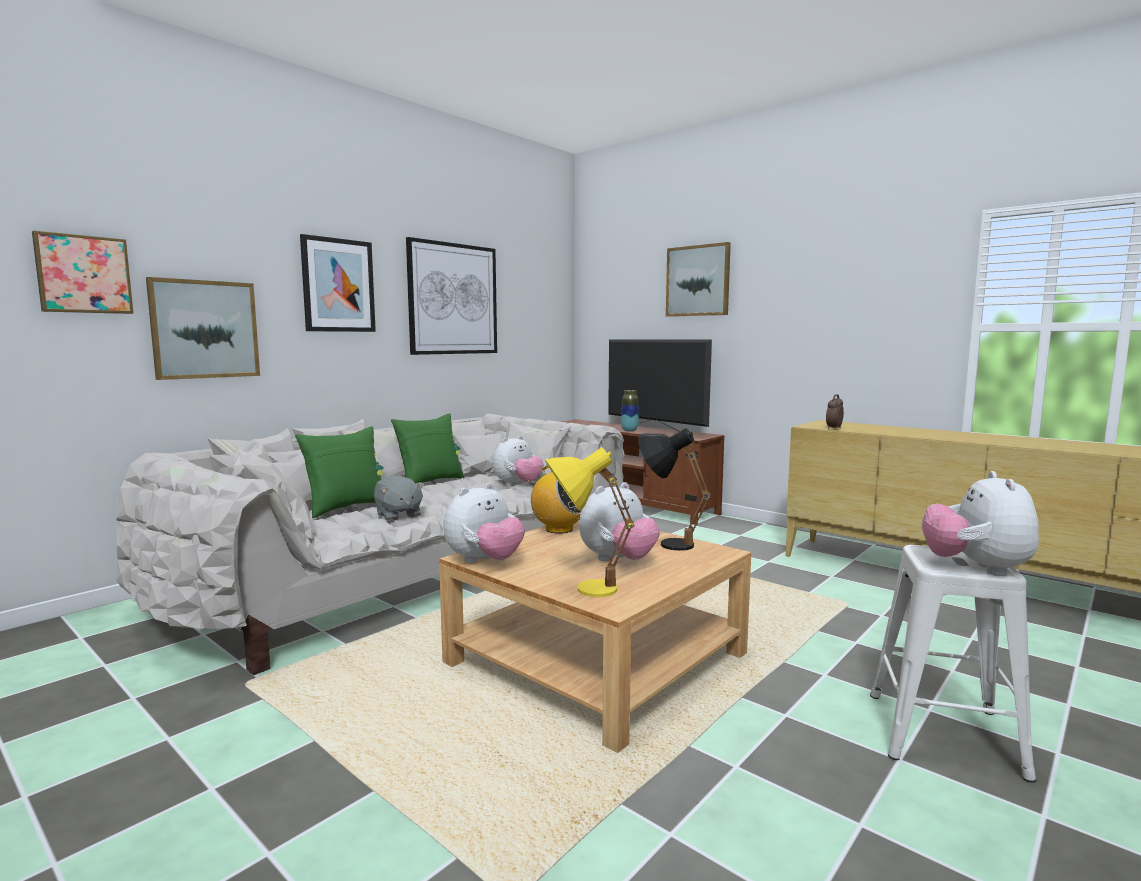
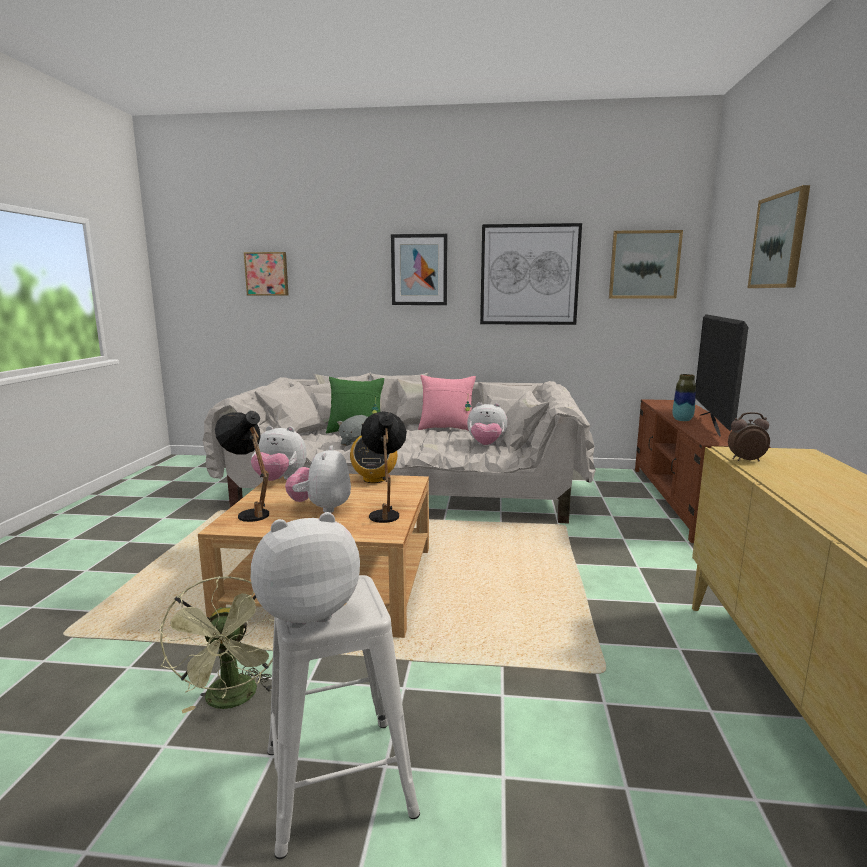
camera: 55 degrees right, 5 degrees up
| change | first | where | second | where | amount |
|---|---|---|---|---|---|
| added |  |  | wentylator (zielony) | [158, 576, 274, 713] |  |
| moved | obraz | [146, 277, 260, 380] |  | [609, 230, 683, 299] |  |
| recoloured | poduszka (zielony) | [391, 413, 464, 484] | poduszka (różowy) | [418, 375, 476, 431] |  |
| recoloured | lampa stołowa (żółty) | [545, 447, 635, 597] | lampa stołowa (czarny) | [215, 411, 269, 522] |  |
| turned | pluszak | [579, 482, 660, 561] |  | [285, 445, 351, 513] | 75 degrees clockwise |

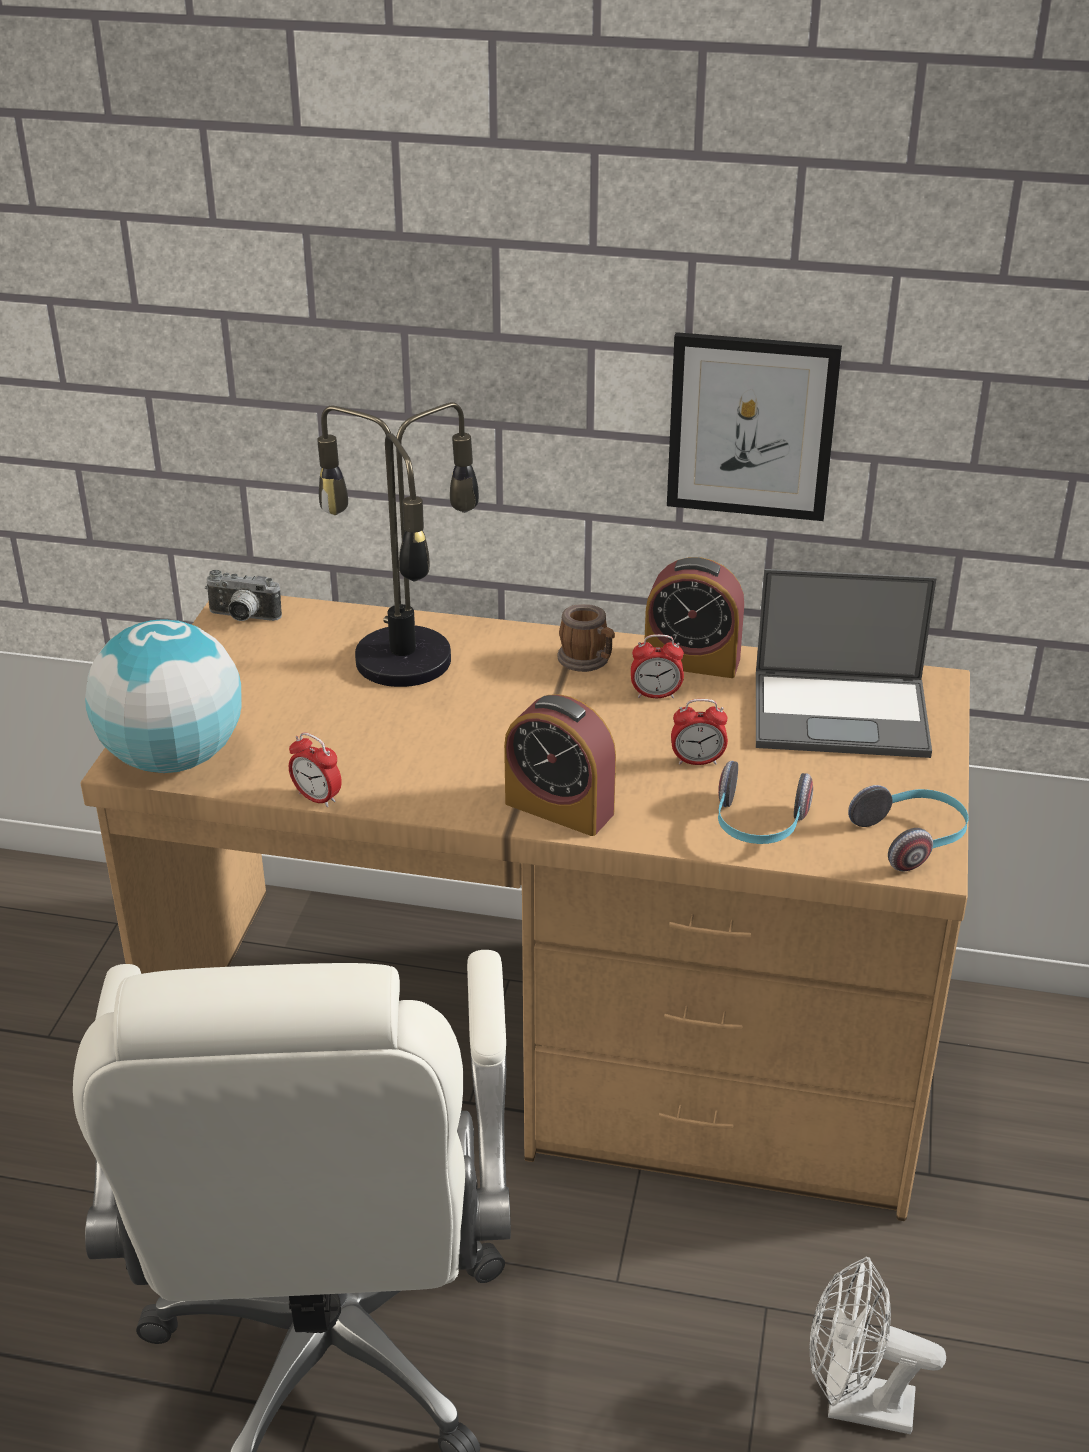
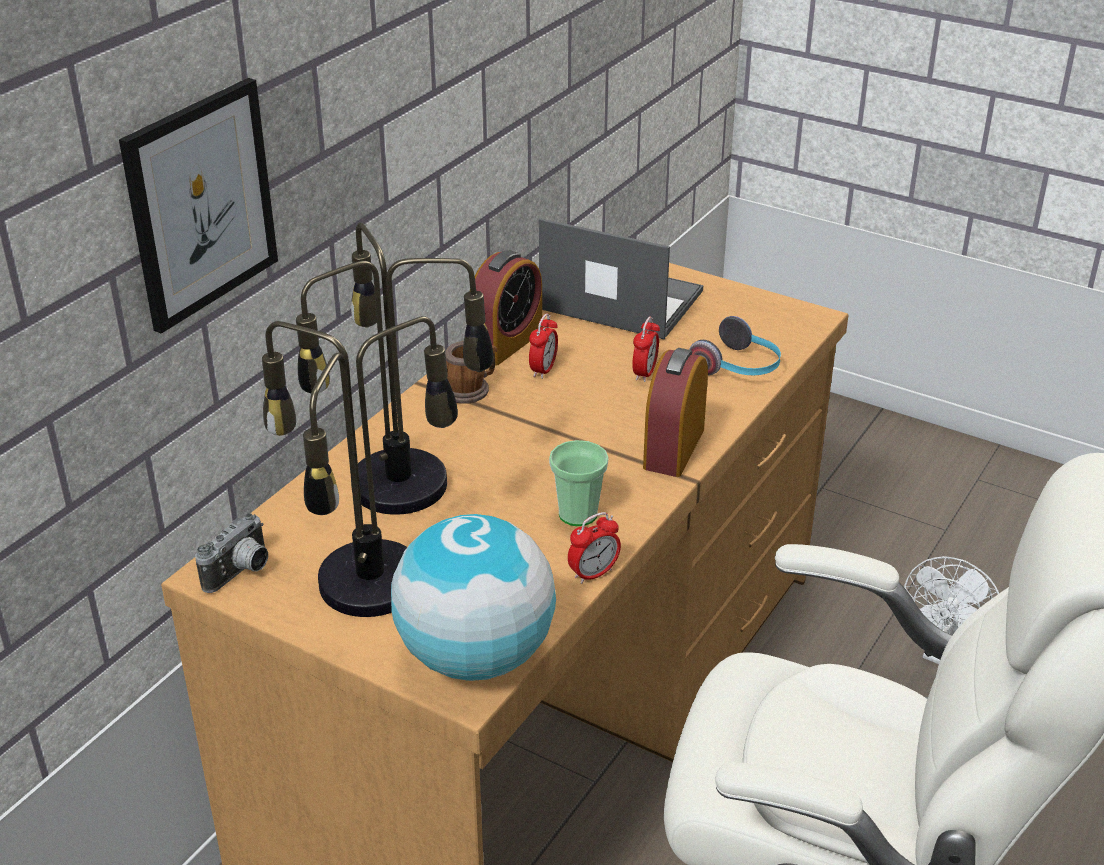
camera: 70 degrees left, 0 degrees up
| change | first | where | second | where | amount |
|---|---|---|---|---|---|
| removed | słuchawki | [848, 785, 968, 871] |  |  |  |
| added |  |  | lampa stołowa | [262, 316, 458, 617] |  |
| added |  |  | filiżanka | [549, 440, 609, 526] |  |
| moved | obraz | [667, 332, 842, 521] |  | [119, 78, 278, 334] |  |
| turned | budzik | [504, 694, 616, 836] |  | [643, 348, 708, 477] | 150 degrees clockwise |
| turned | laptop | [756, 569, 937, 758] |  | [539, 218, 703, 339] | 90 degrees counterclockwise |

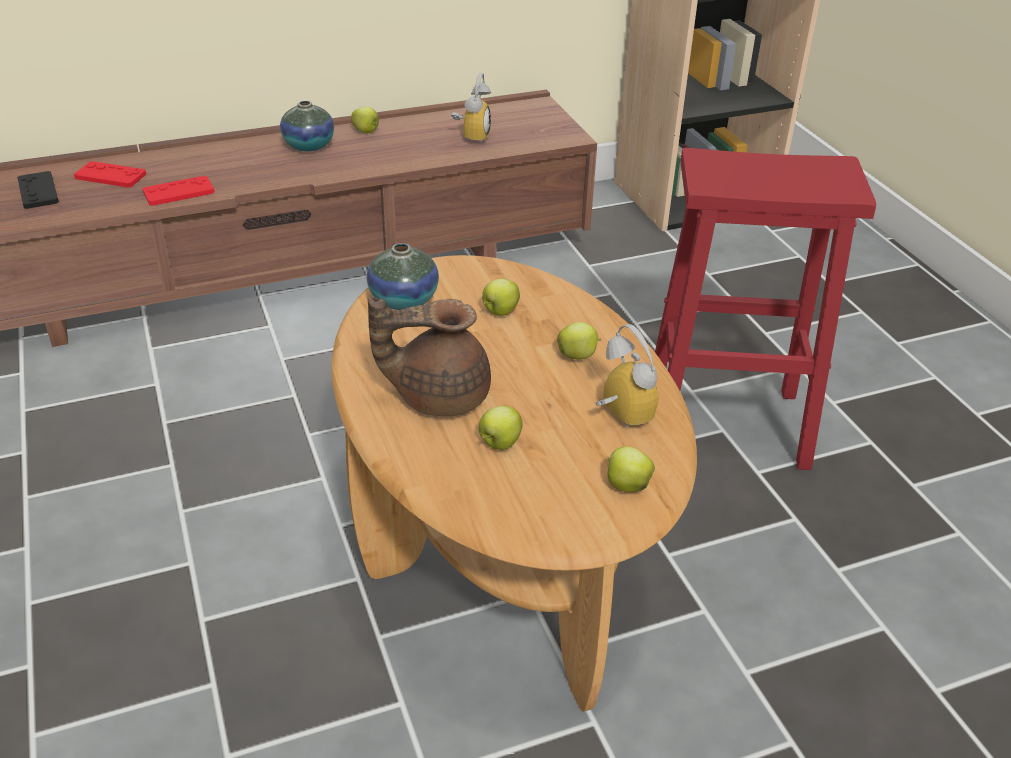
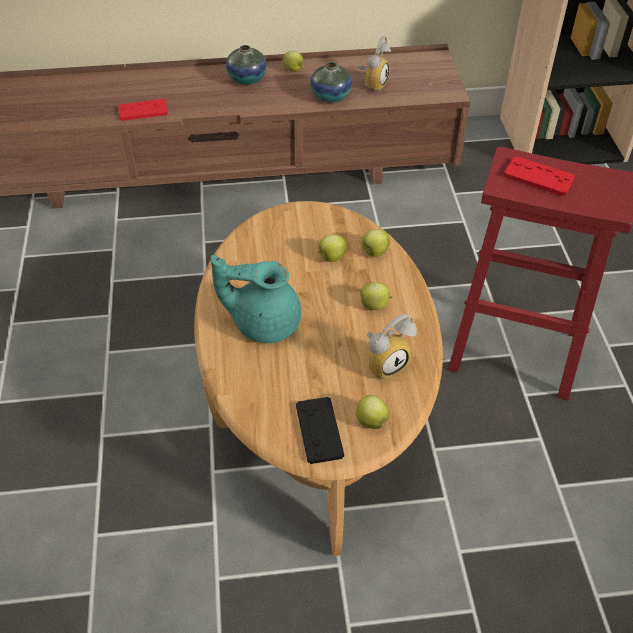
camera: 15 degrees right, 10 degrees up
| change | first | where | second | where | amount |
|---|---|---|---|---|---|
| moved | pad do gier (czarny) | [17, 171, 59, 209] |  | [296, 397, 344, 464] |  |
| moved | pad do gier (czerwony) | [74, 161, 146, 188] |  | [504, 156, 575, 196] |  |
| moved | wazon | [367, 243, 439, 310] |  | [311, 62, 352, 103] |  |
| moved | jabłko | [479, 406, 523, 450] |  | [362, 229, 390, 257] |  |
| recoloured | imbryk (brązowy) | [368, 296, 491, 416] | imbryk (turkusowy) | [211, 255, 301, 343] |  |
| turned | budzik | [596, 324, 658, 428] |  | [366, 314, 417, 380] | 75 degrees clockwise |

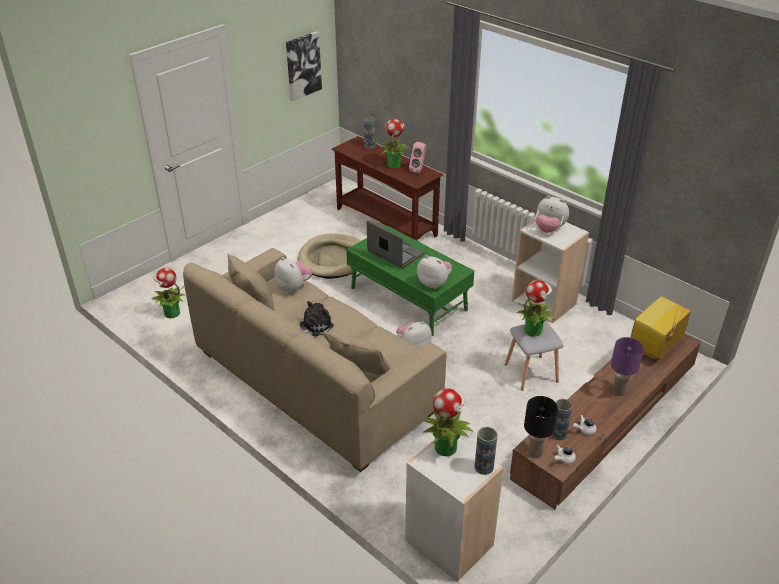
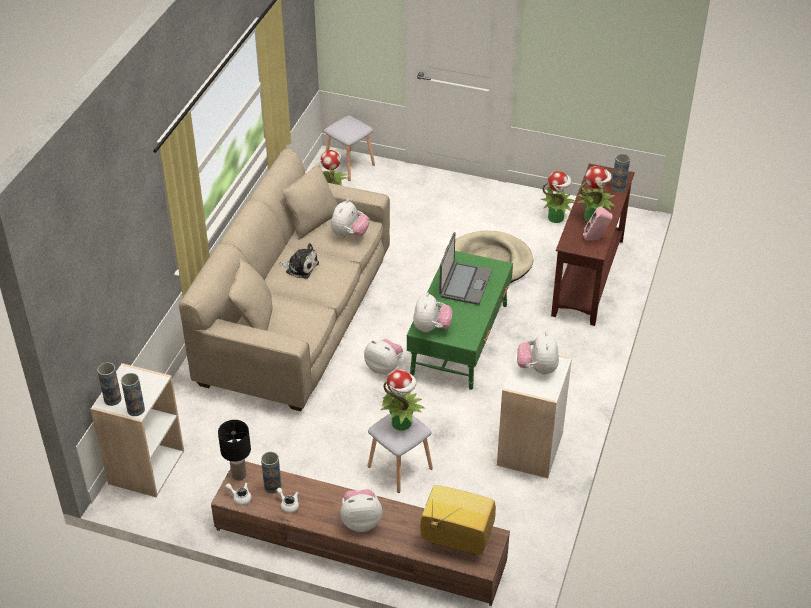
camera: 65 degrees right, 5 degrees up
| change | first | where | second | where | amount |
|---|---|---|---|---|---|
| removed | obraz | [286, 31, 322, 101] |  |  |  |
| added |  |  | wazon | [97, 362, 122, 406] |  |
| added |  |  | stołek (szary) | [324, 116, 375, 181] |  |
| moved | roślina doniczkowa | [423, 388, 474, 456] |  | [540, 171, 575, 223] |  |
| replaced | lampa stołowa (fioletowy) | [611, 337, 644, 396] | pluszak | [340, 489, 382, 532] |  |

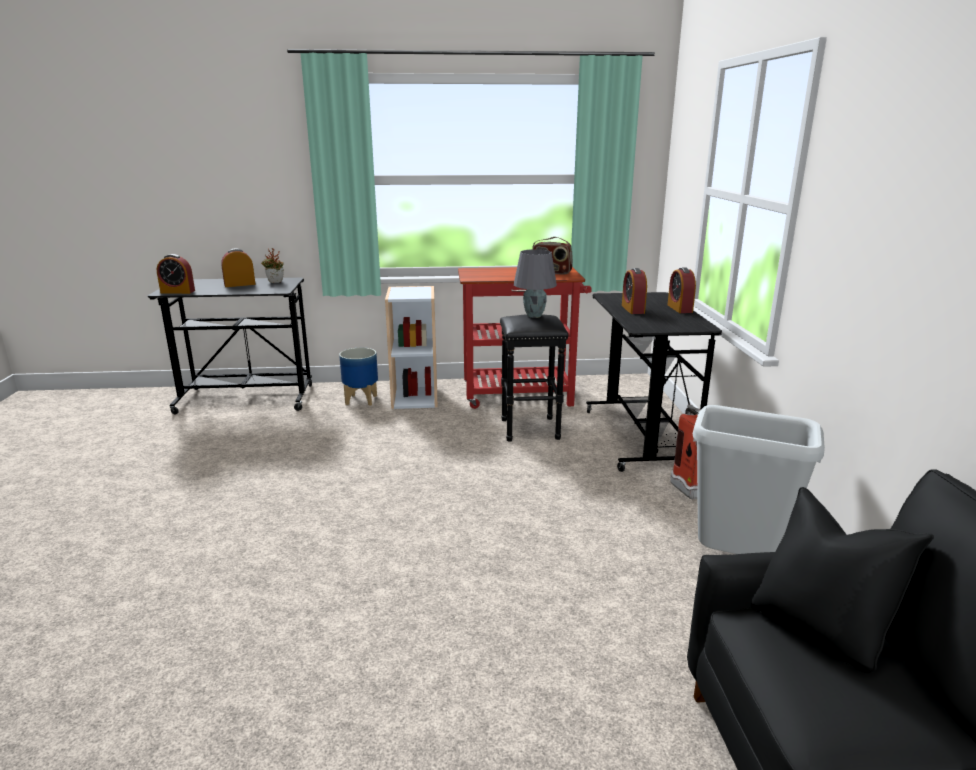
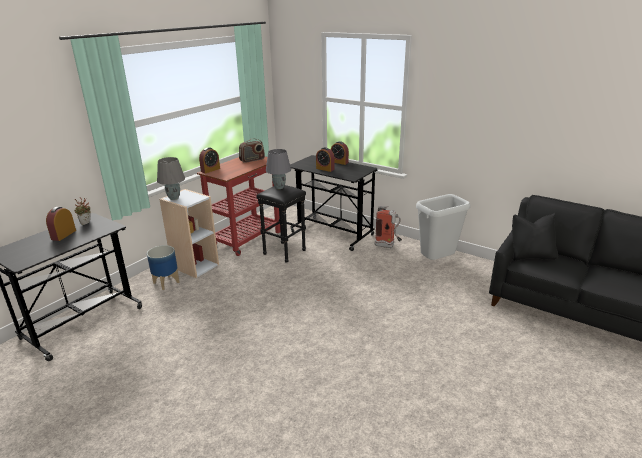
camera: 50 degrees left, 5 degrees up
| change | first | where | second | where | amount |
|---|---|---|---|---|---|
| added |  |  | lampa stołowa (szary) | [157, 157, 185, 200] |  |
| moved | budzik | [157, 254, 195, 294] |  | [199, 147, 220, 173] |  |

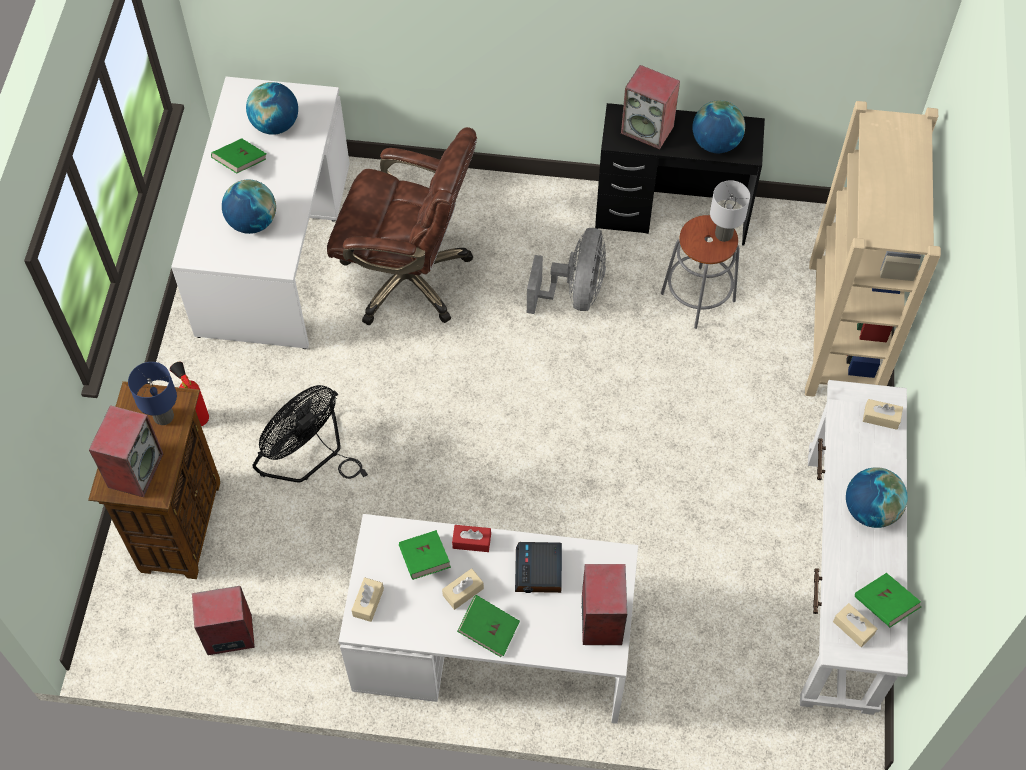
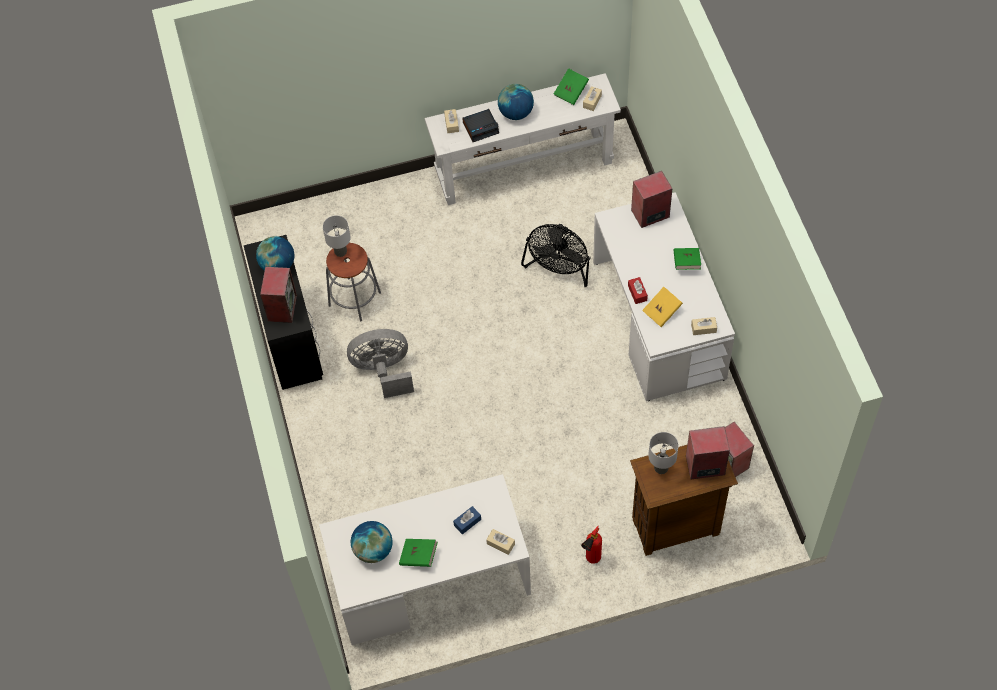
camera: 110 degrees left, 0 degrees up
| change | first | where | second | where | amount |
|---|---|---|---|---|---|
| removed | krzesło biurowe (brązowy) | [327, 127, 477, 325] |  |  |  |
| removed | regał (beżowy) | [805, 101, 941, 397] |  |  |  |
| moved | wentylator (czarny) | [252, 385, 368, 482] |  | [521, 224, 590, 287] |  |
| moved | pudełko chusteczek (beżowy) | [442, 568, 484, 610] |  | [486, 529, 515, 555] |  |
| moved | budzik | [515, 542, 562, 593] |  | [462, 109, 499, 142] |  |
| replaced | globus | [222, 180, 276, 234] | pudełko chusteczek (niebieski) | [453, 506, 481, 534] |  |
| recoloured | lampa stołowa (niebieski) | [128, 362, 177, 425] | lampa stołowa (biały) | [648, 432, 679, 474] |  |
| recoloured | książka (zielony) | [399, 530, 451, 580] | książka (żółty) | [642, 287, 683, 327] |  |

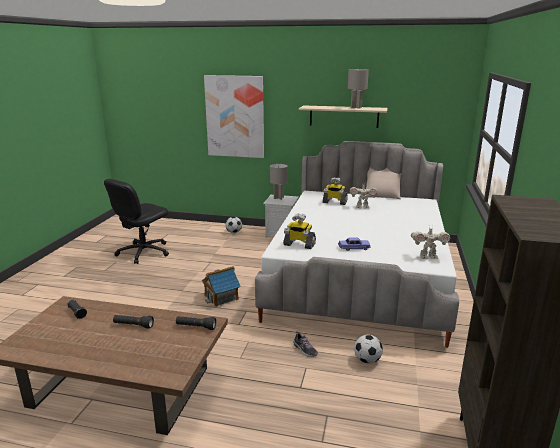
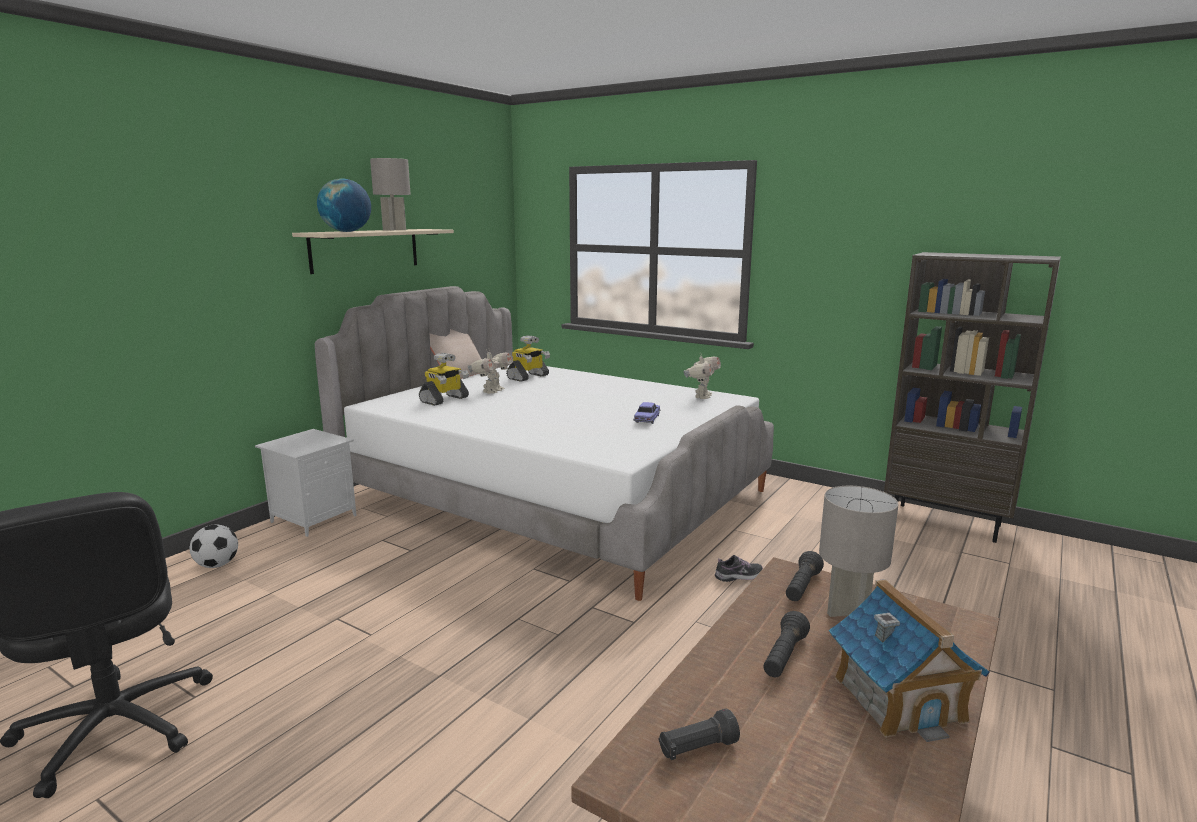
camera: 70 degrees left, 5 degrees down
| change | first | where | second | where | amount |
|---|---|---|---|---|---|
| removed | obraz | [204, 75, 264, 158] |  |  |  |
| removed | piłka futbolowa | [354, 335, 383, 364] |  |  |  |
| added |  |  | globus | [317, 178, 371, 232] |  |
| moved | domek | [202, 266, 241, 307] |  | [829, 579, 990, 742] |  |
| moved | lampa stołowa (szary) | [270, 164, 288, 200] |  | [819, 486, 898, 617] |  |
| moved | robot zabawkowy | [283, 213, 316, 249] |  | [506, 335, 550, 382] |  |

